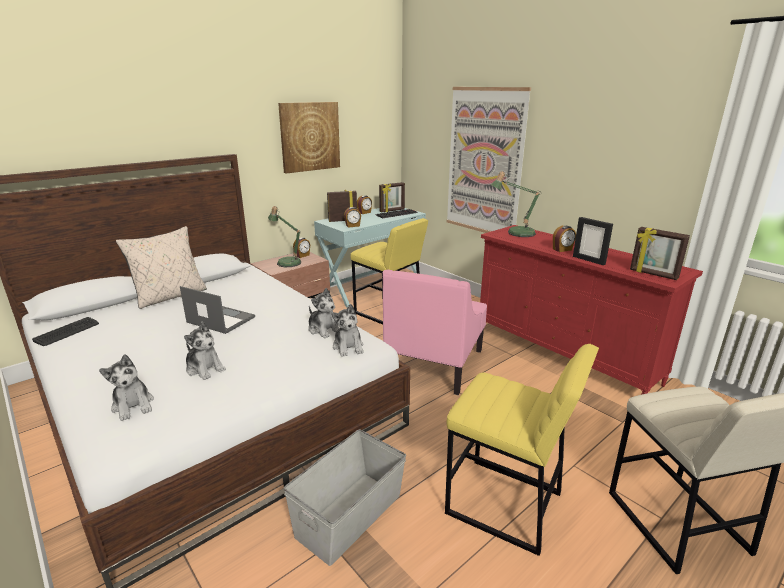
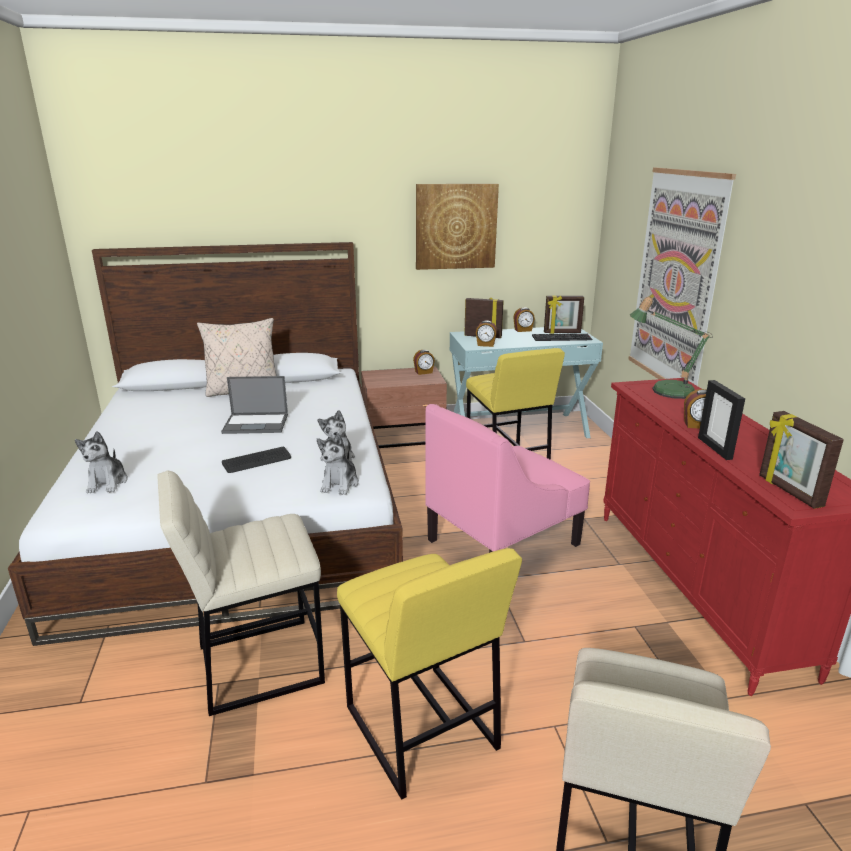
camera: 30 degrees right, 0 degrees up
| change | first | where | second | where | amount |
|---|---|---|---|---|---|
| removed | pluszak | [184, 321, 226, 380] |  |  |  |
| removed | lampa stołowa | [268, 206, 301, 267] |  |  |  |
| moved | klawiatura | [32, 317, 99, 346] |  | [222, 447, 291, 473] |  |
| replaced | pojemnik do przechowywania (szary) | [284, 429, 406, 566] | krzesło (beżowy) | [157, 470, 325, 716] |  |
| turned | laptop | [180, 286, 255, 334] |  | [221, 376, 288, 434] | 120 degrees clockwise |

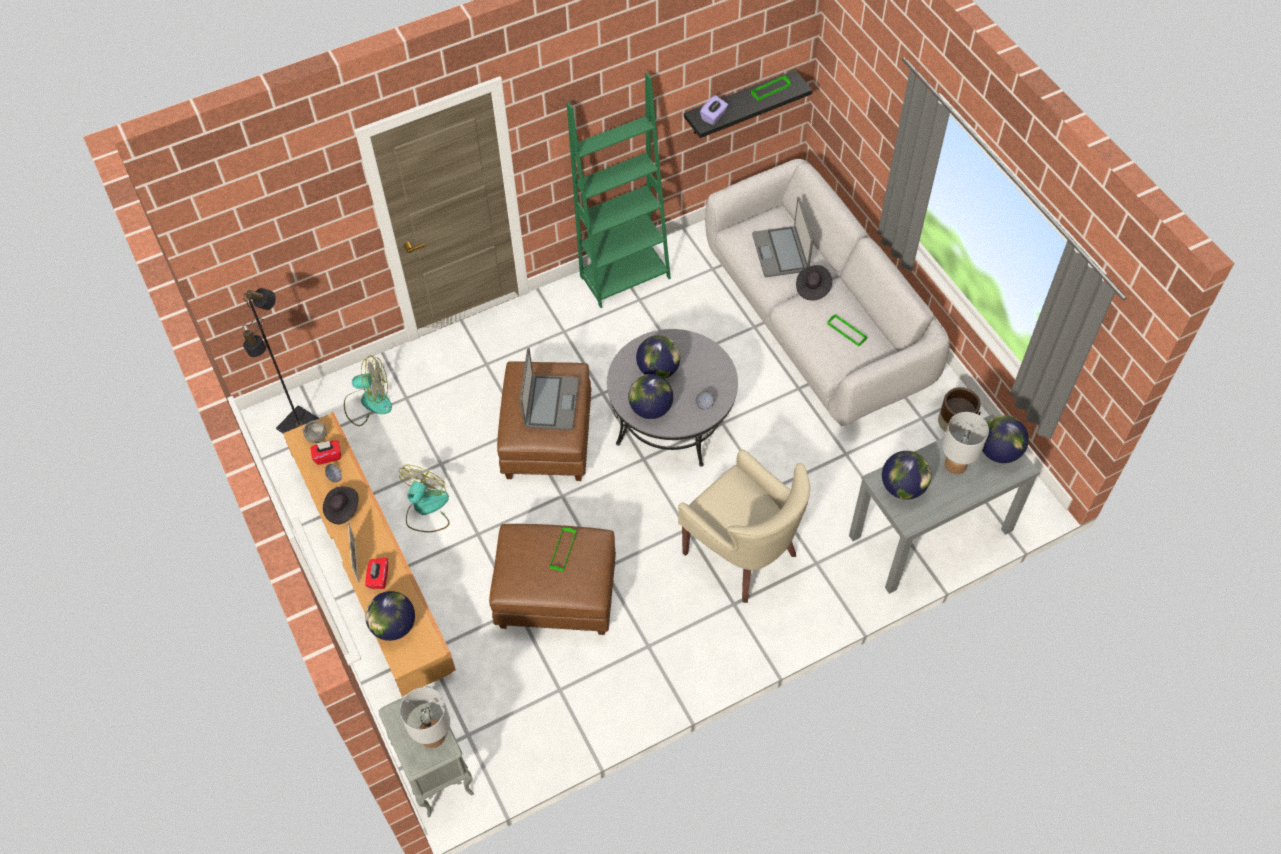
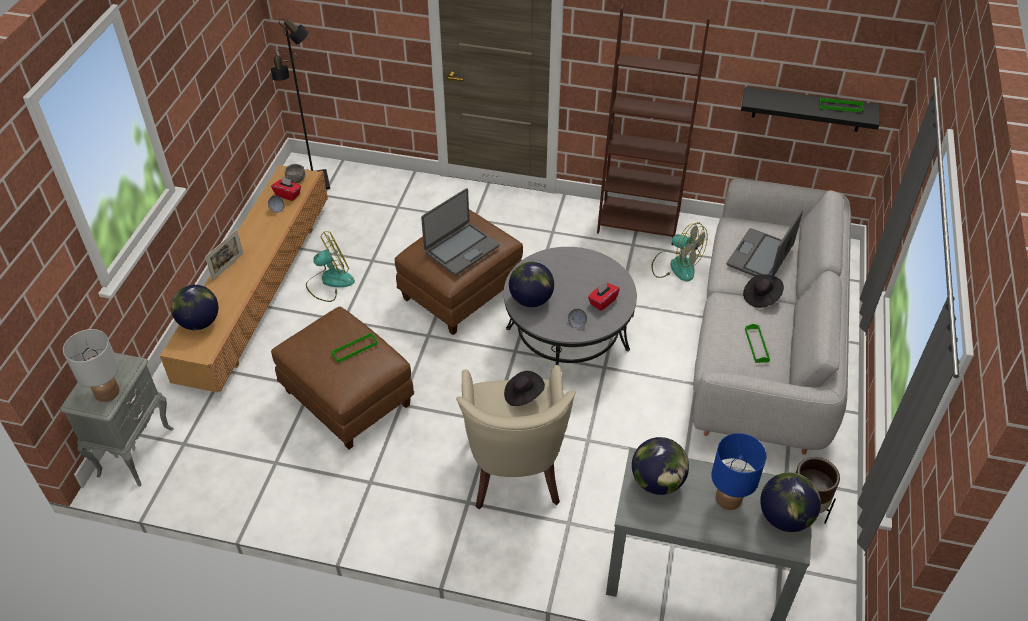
camera: 40 degrees right, 10 degrees down
| change | first | where | second | where | amount |
|---|---|---|---|---|---|
| removed | globus | [636, 335, 680, 379] |  |  |  |
| removed | pudełko chusteczek (fioletowy) | [700, 95, 728, 125] |  |  |  |
| moved | kapelusz (czarny) | [323, 487, 359, 524] |  | [504, 371, 545, 406] |  |
| moved | wentylator | [344, 355, 392, 426] |  | [651, 223, 707, 281] |  |
| moved | pudełko chusteczek (czerwony) | [365, 558, 388, 589] |  | [588, 282, 620, 311] |  |
| recoloured | regał (zielony) | [567, 73, 671, 308] | regał (brązowy) | [597, 4, 711, 245] |  |
| recoloured | lampa stołowa (szary) | [942, 412, 989, 474] | lampa stołowa (niebieski) | [711, 433, 767, 510] |  |

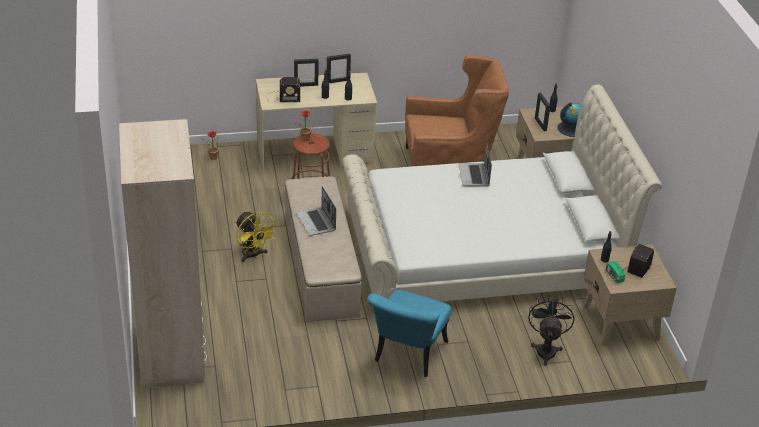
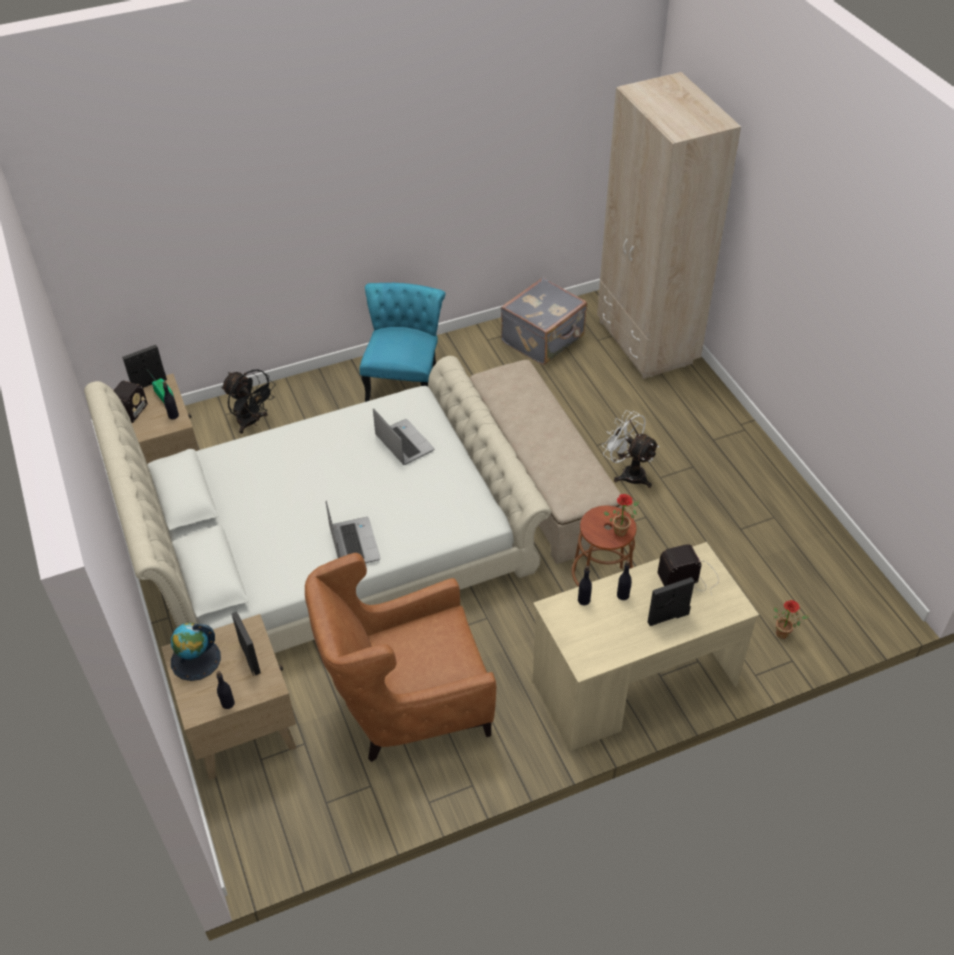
camera: 170 degrees right, 10 degrees up
| change | first | where | second | where | amount |
|---|---|---|---|---|---|
| added |  |  | walizka (szary) | [501, 277, 587, 365] |  |
| moved | laptop | [296, 186, 336, 236] |  | [373, 408, 434, 465] |  |
| moved | ramka na zdjęcie | [327, 54, 351, 83] |  | [122, 345, 167, 388] |  |
| recoloured | wentylator (żółty) | [236, 211, 278, 262] | wentylator (biały) | [602, 410, 659, 488] |  |
| turned | wentylator (czarny) | [528, 296, 574, 366] |  | [221, 370, 275, 434] | 45 degrees counterclockwise |

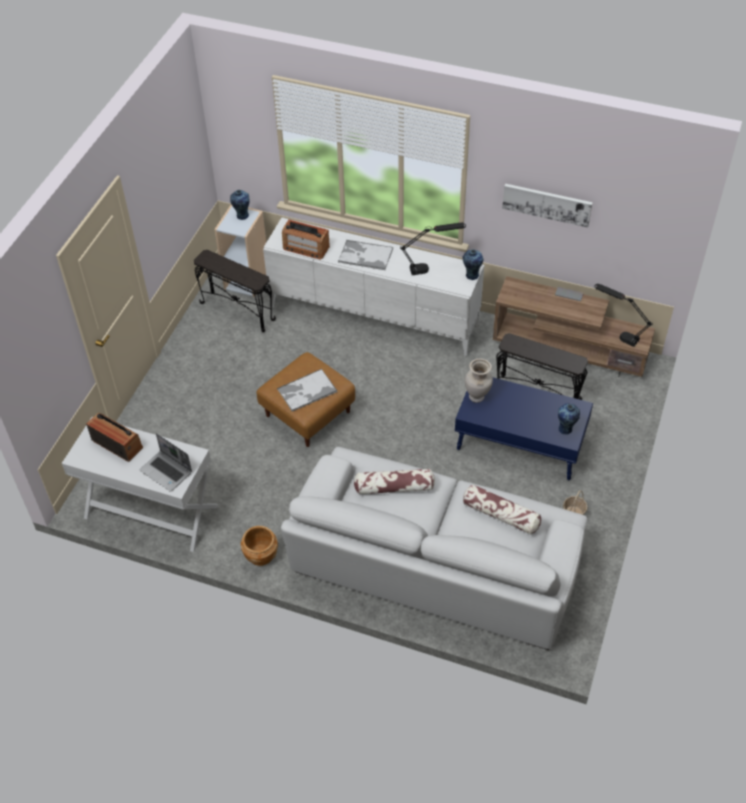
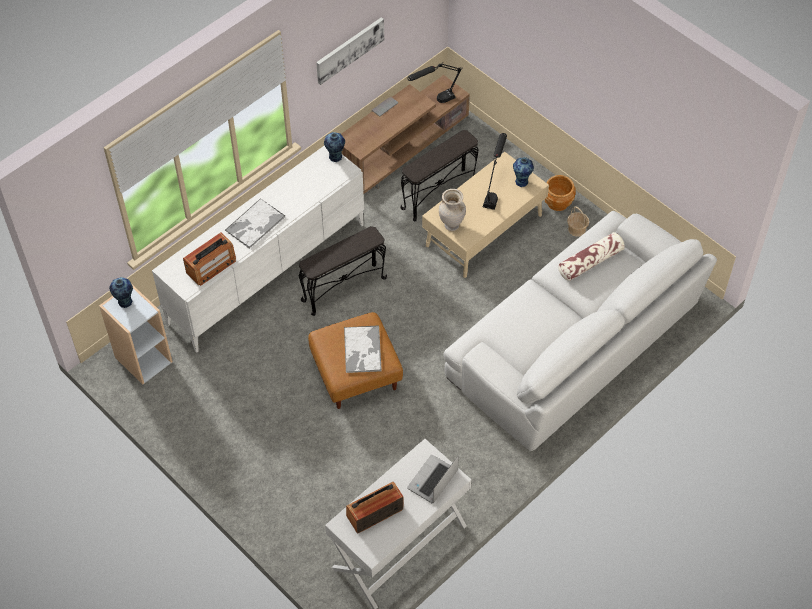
camera: 65 degrees left, 5 degrees up
| change | first | where | second | where | amount |
|---|---|---|---|---|---|
| removed | poduszka | [354, 469, 435, 494] |  |  |  |
| moved | stolik (czarny) | [194, 250, 276, 332] |  | [299, 226, 387, 316] |  |
| moved | donica (brązowy) | [241, 526, 278, 566] |  | [544, 175, 576, 211] |  |
| moved | lampa stołowa (czarny) | [401, 222, 466, 275] |  | [483, 133, 507, 210] |  |
| recoloured | ława (niebieski) | [455, 377, 593, 480] | ława (beżowy) | [422, 152, 549, 278] |  |
| turned | laptop | [140, 433, 192, 492] |  | [407, 455, 459, 504] | 150 degrees clockwise |

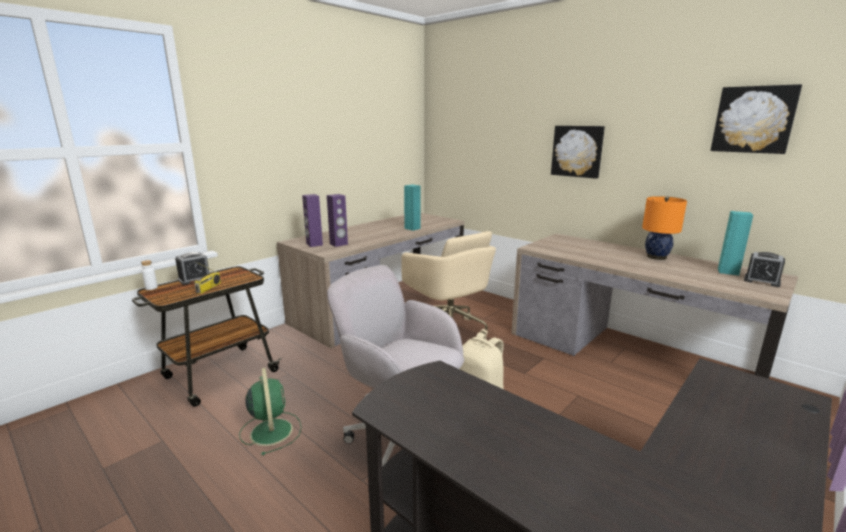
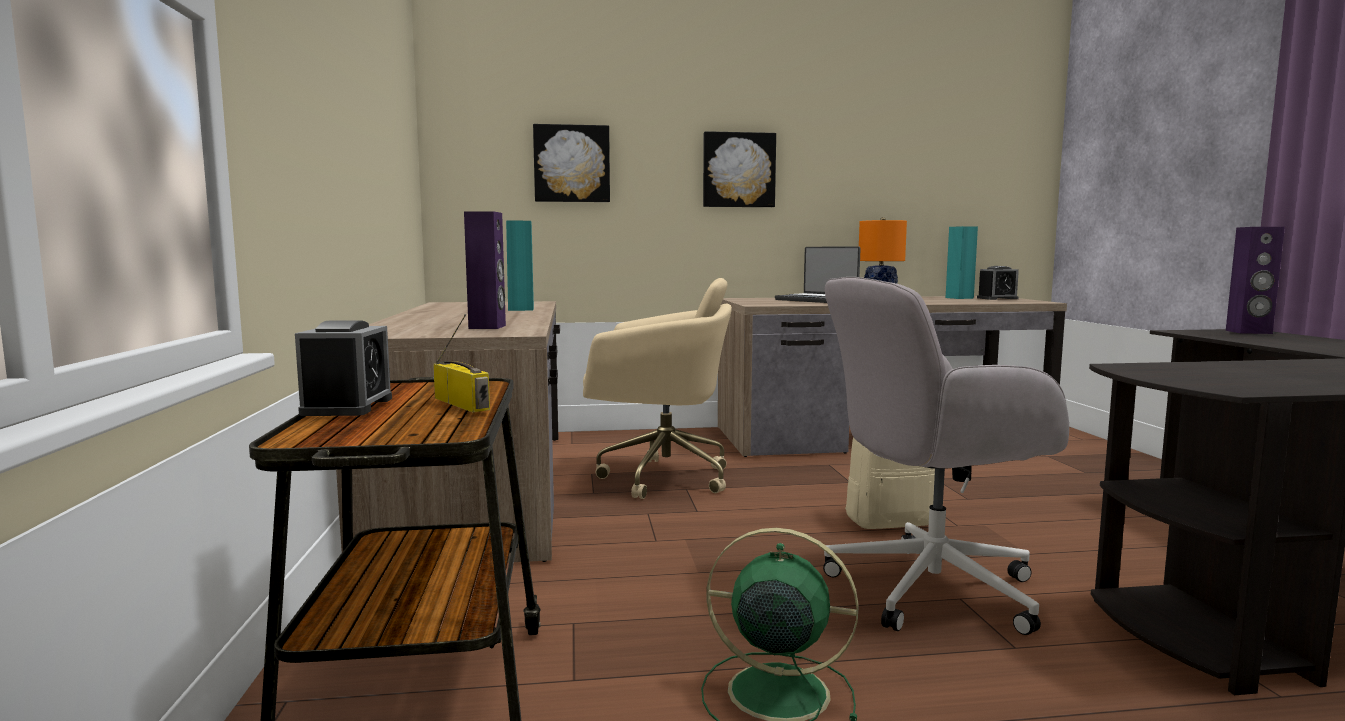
camera: 50 degrees left, 10 degrees down
| change | first | where | second | where | amount |
|---|---|---|---|---|---|
| removed | butelka (biały) | [141, 260, 158, 290] |  |  |  |
| added |  |  | laptop | [775, 246, 861, 303] |  |
| moved | głośnik (fioletowy) | [302, 194, 323, 247] |  | [1226, 227, 1285, 334] |  |
| moved | obraz | [711, 84, 802, 154] |  | [533, 124, 610, 202] |  |

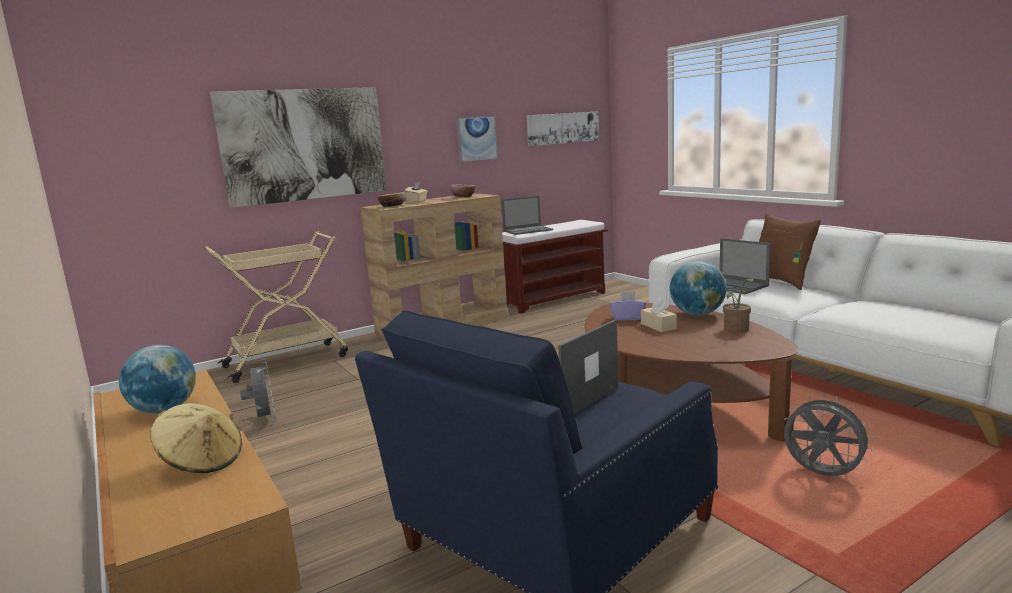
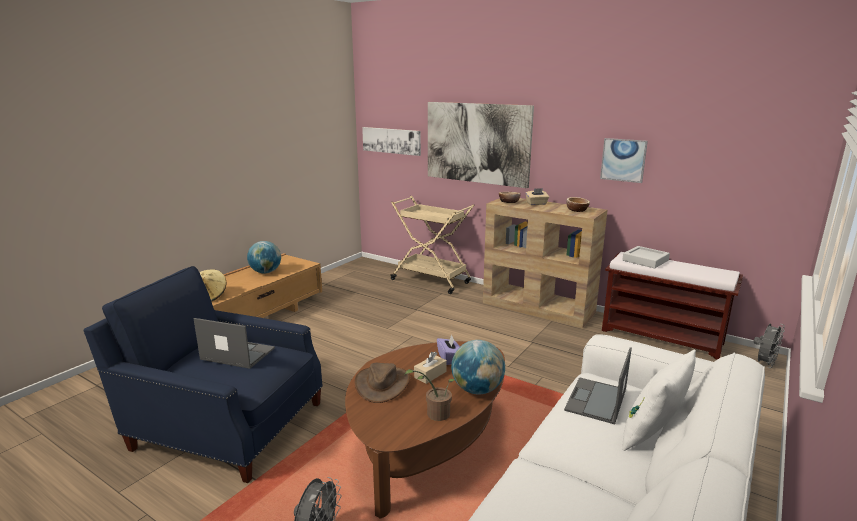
camera: 65 degrees right, 5 degrees up
| change | first | where | second | where | amount |
|---|---|---|---|---|---|
| added |  |  | kapelusz (brązowy) | [355, 363, 410, 403] |  |
| moved | wentylator (szary) | [240, 359, 276, 421] |  | [754, 324, 785, 368] |  |
| moved | obraz | [527, 112, 599, 146] |  | [362, 127, 421, 156] |  |
| replaced | laptop | [502, 196, 553, 235] | taca (szary) | [622, 246, 670, 268] |  |
| recoloured | poduszka (brązowy) | [759, 213, 821, 290] | poduszka (biały) | [622, 349, 696, 451] |  |

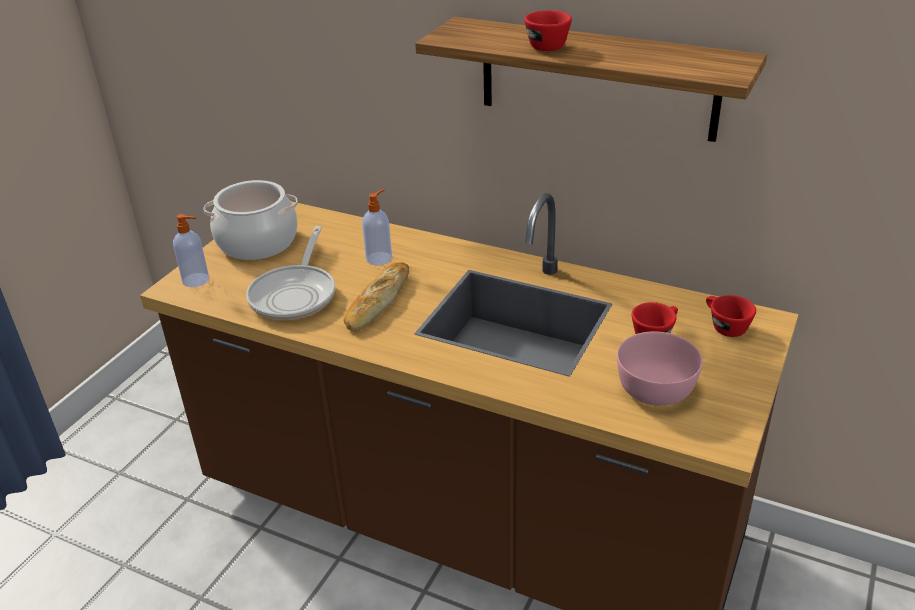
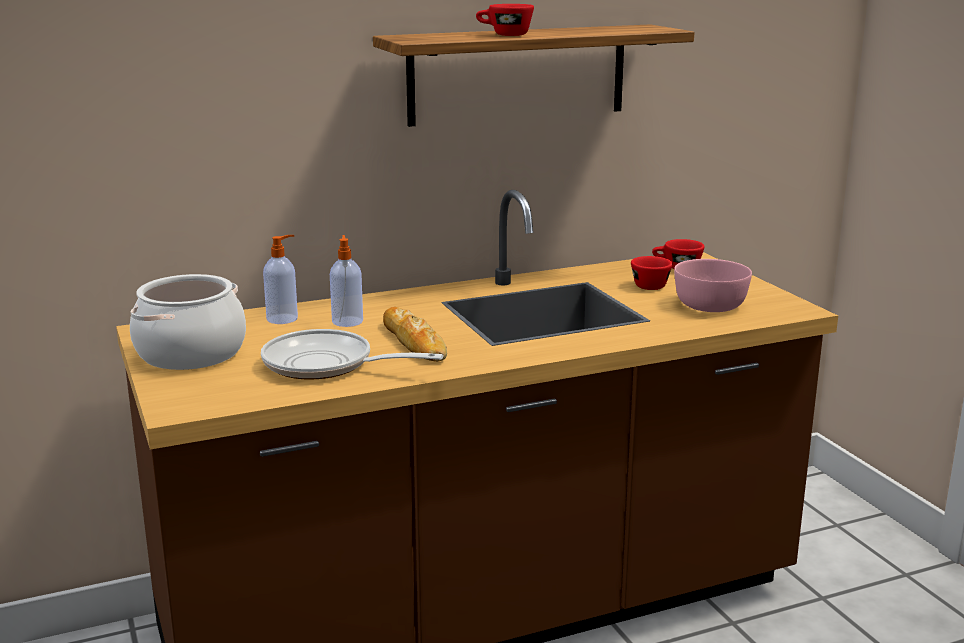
camera: 50 degrees left, 15 degrees down
| change | first | where | second | where | amount |
|---|---|---|---|---|---|
| moved | dozownik mydła | [173, 214, 209, 287] |  | [263, 235, 298, 324] |  |
| turned | patelnia | [246, 226, 335, 320] |  | [261, 329, 444, 380] | 150 degrees clockwise |

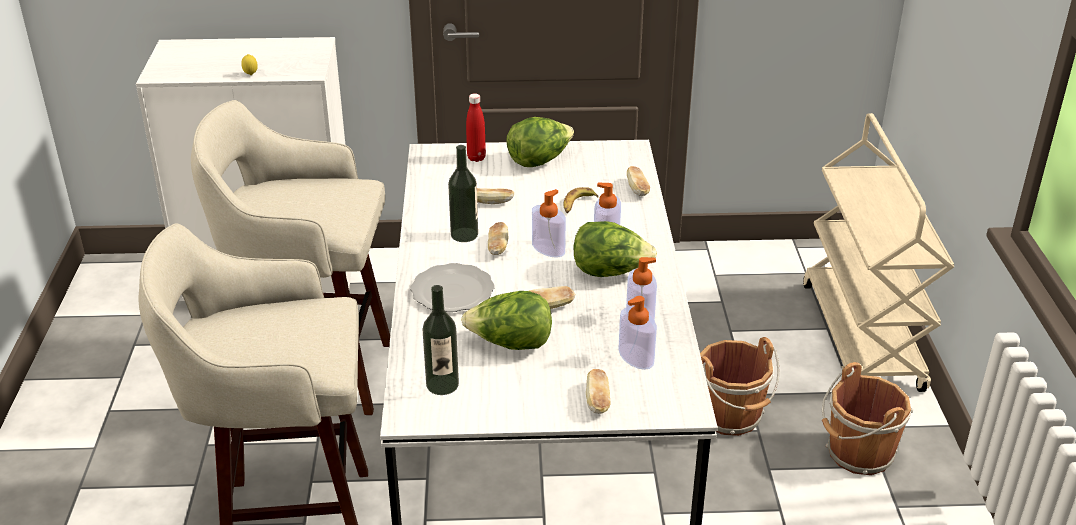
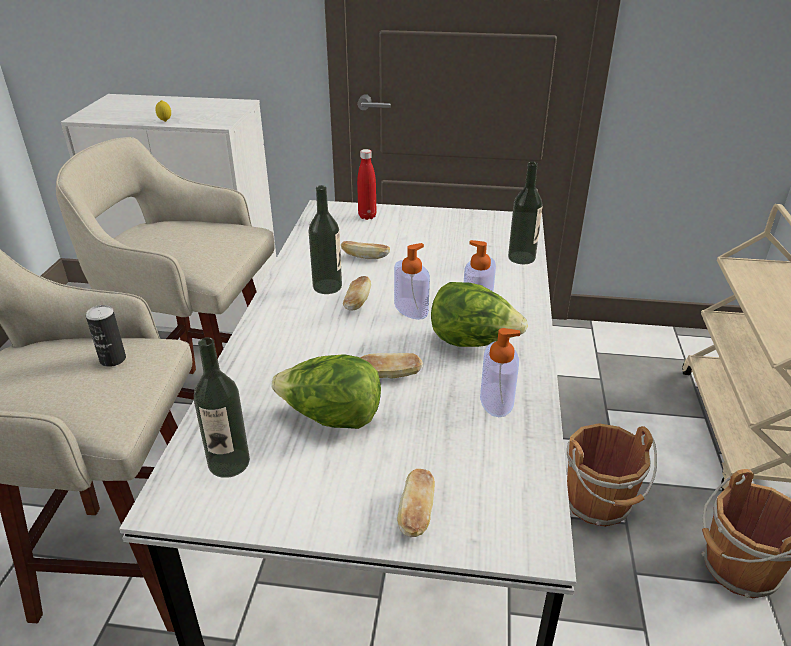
camera: 10 degrees right, 0 degrees up
| change | first | where | second | where | amount |
|---|---|---|---|---|---|
| removed | talerz | [410, 263, 495, 312] |  |  |  |
| removed | sałata | [506, 117, 574, 167] |  |  |  |
| removed | banan | [563, 187, 598, 214] |  |  |  |
| removed | dozownik mydła | [618, 296, 657, 370] |  |  |  |
| added |  |  | puszka | [86, 305, 126, 367] |  |
| replaced | chleb | [627, 166, 650, 196] | butelka | [508, 162, 543, 264] |  |

